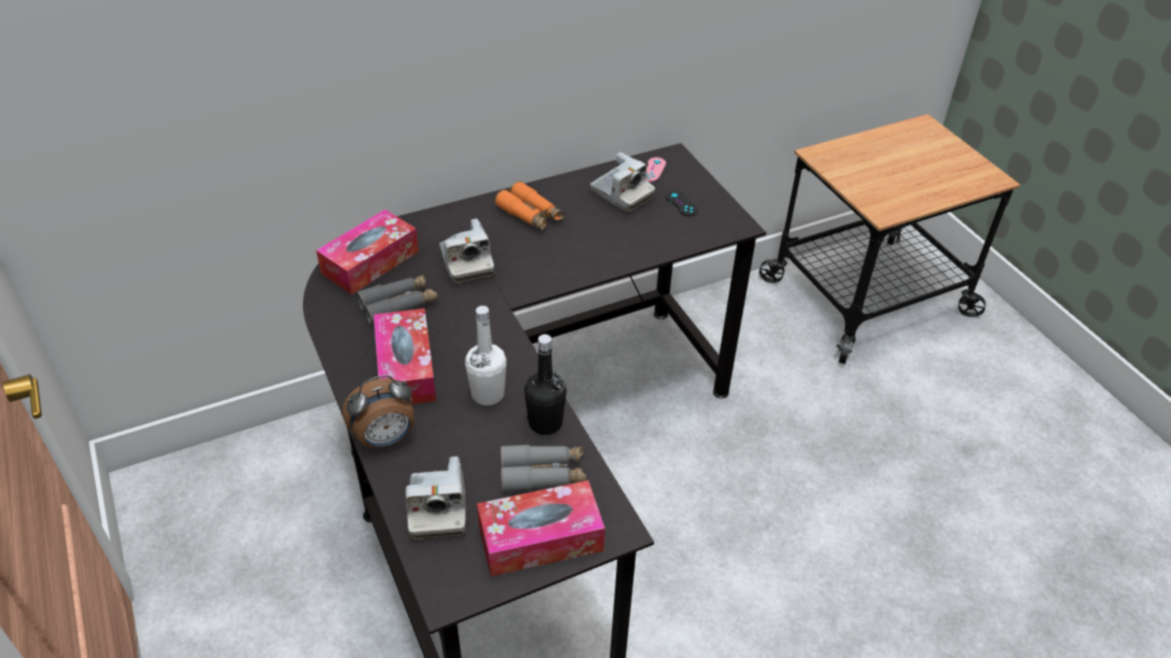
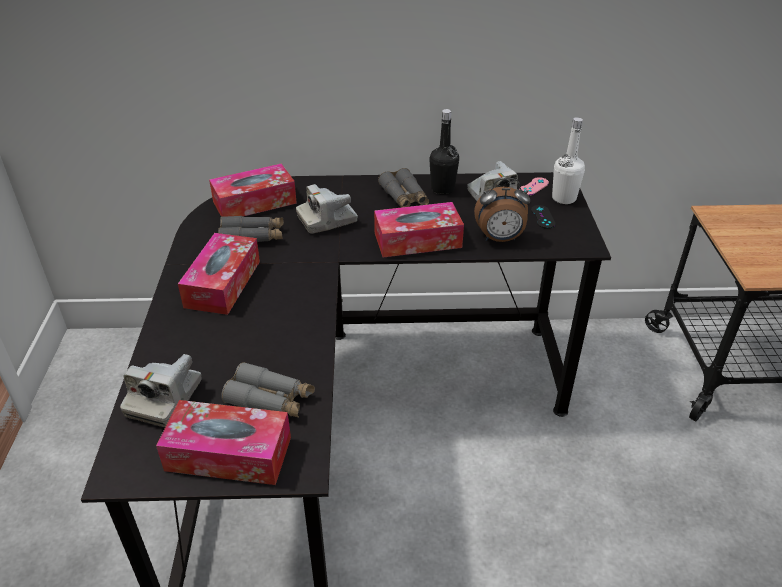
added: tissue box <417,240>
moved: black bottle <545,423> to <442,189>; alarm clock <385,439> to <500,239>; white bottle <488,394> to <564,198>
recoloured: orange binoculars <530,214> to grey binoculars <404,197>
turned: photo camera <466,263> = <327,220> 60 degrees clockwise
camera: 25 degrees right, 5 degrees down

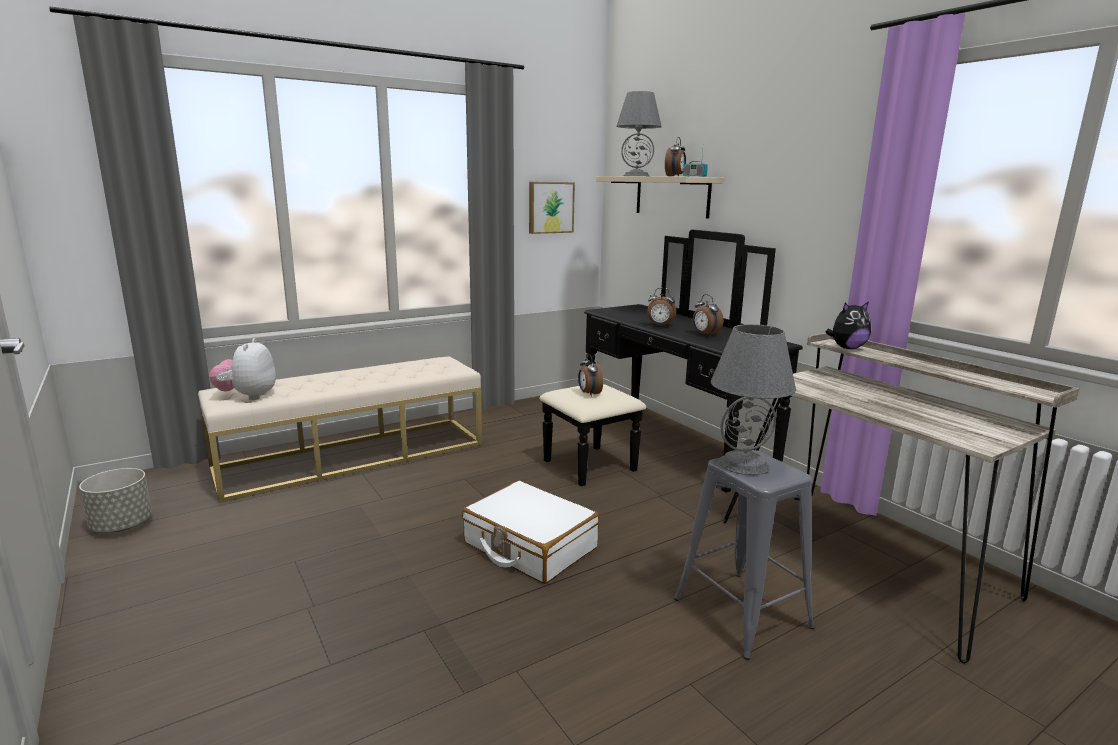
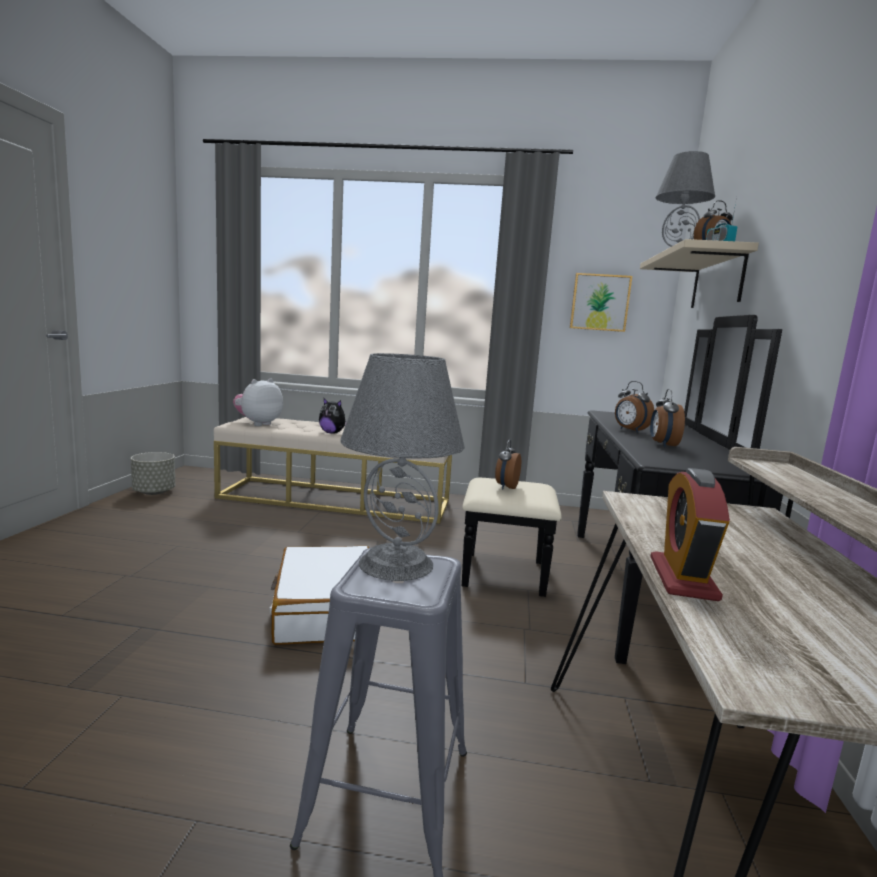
added: alarm clock <682,578>
moved: plush toy <847,348> to <332,433>
camera: 40 degrees right, 5 degrees down

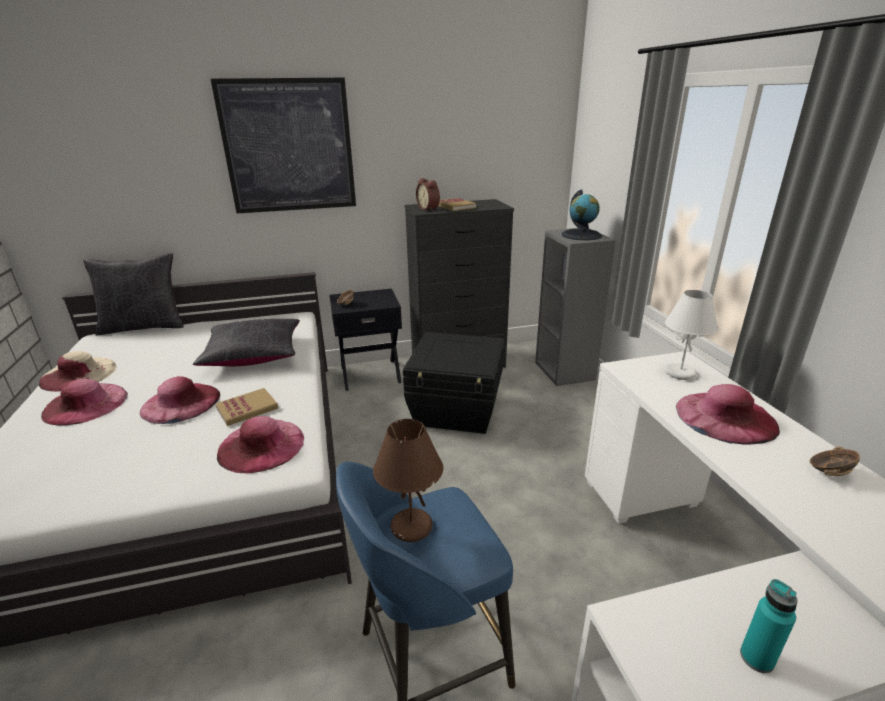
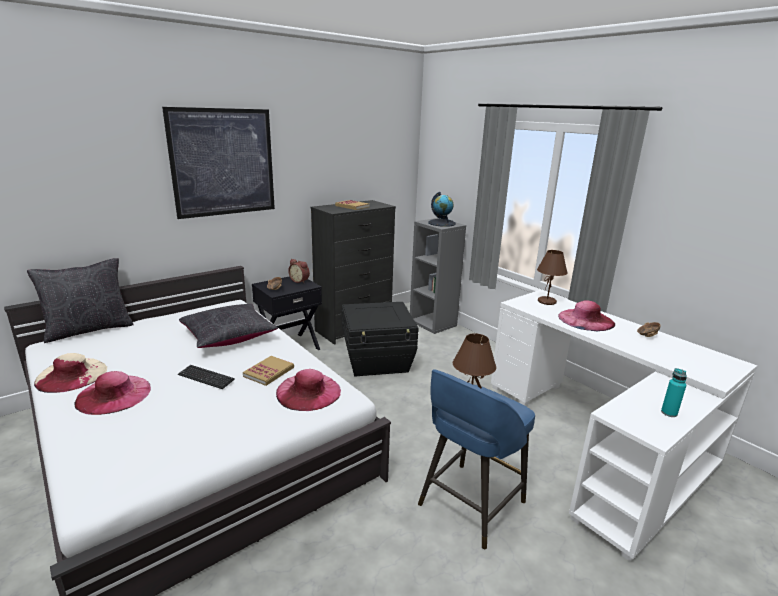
moved: alarm clock <429,209> to <300,281>
replaced: pink hat <180,402> to keyboard <206,378>
recoloured: white table lamp <680,373> to brown table lamp <547,302>
camera: 25 degrees left, 5 degrees down

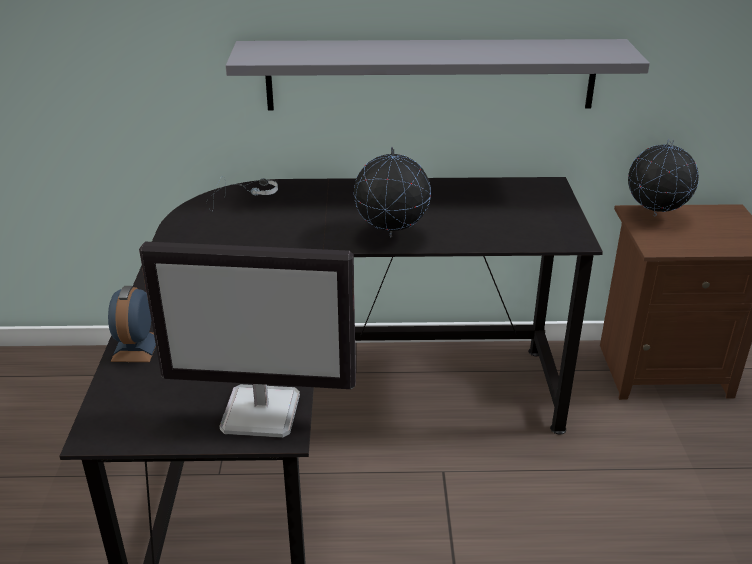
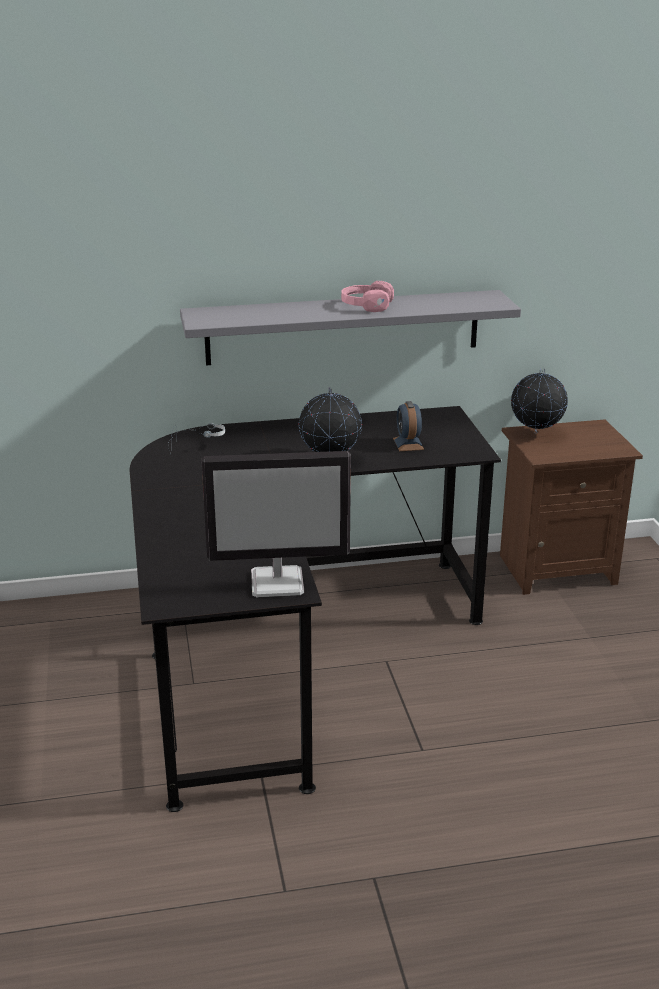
added: pink headphones <366,306>
moved: alarm clock <136,347> to <408,444>
camera: 10 degrees left, 5 degrees down

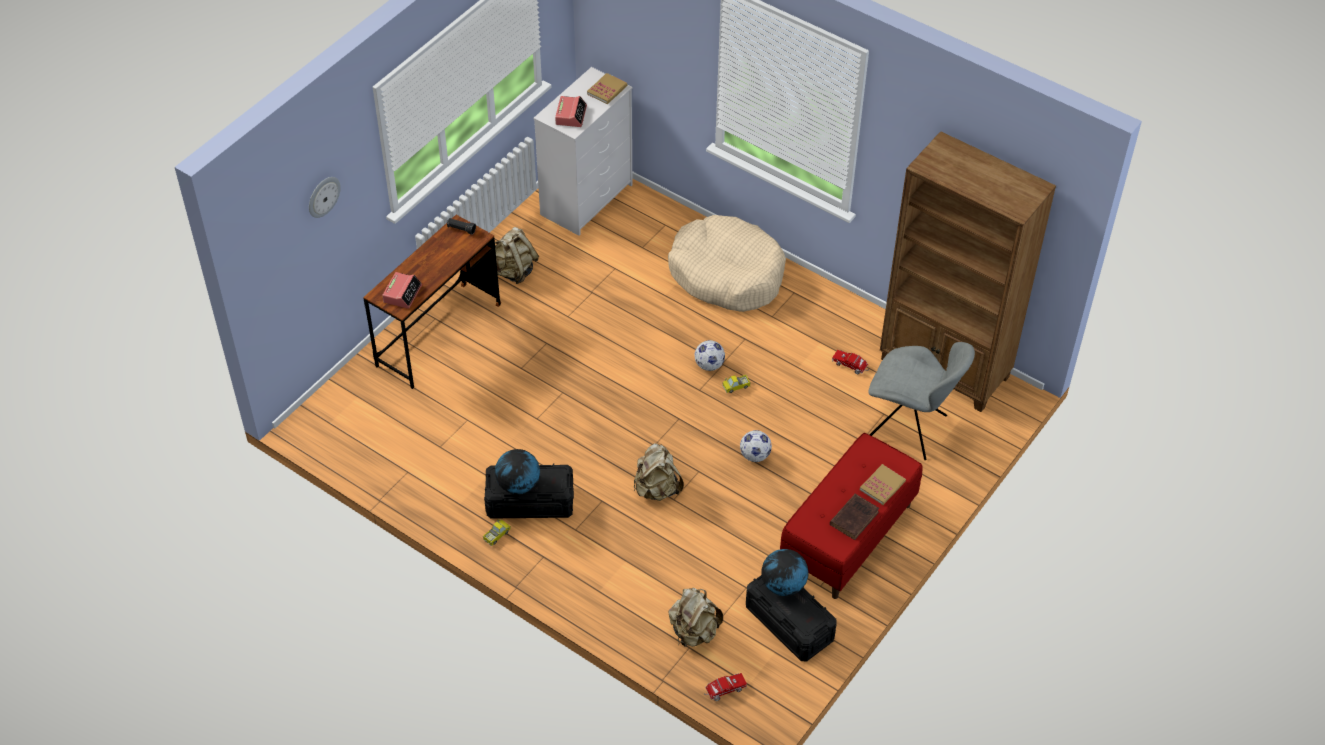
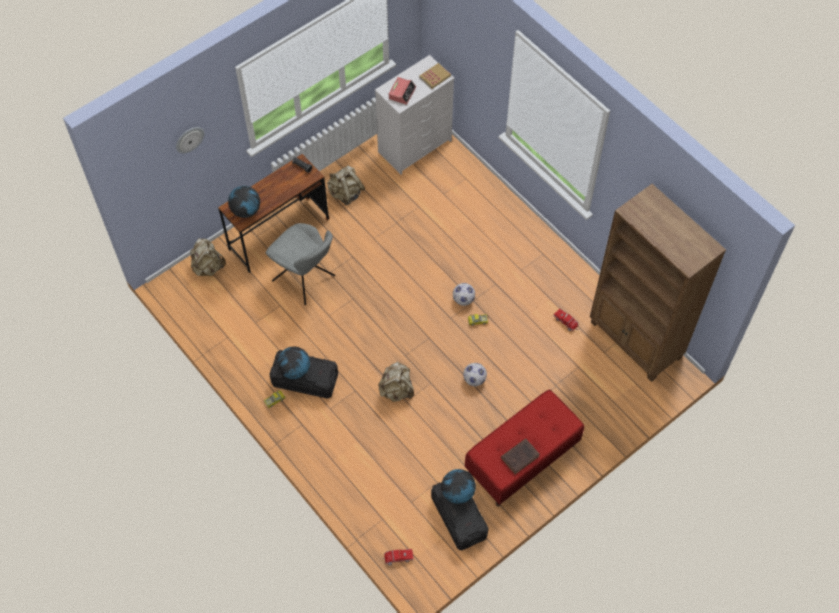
removed: beige dog bed <726,274>; book <882,486>
moved: beige backpack <694,632> to <208,267>; grey chair <909,428> to <305,279>
replaced: alarm clock <402,293> to globe <246,210>
camera: 15 degrees right, 10 degrees up

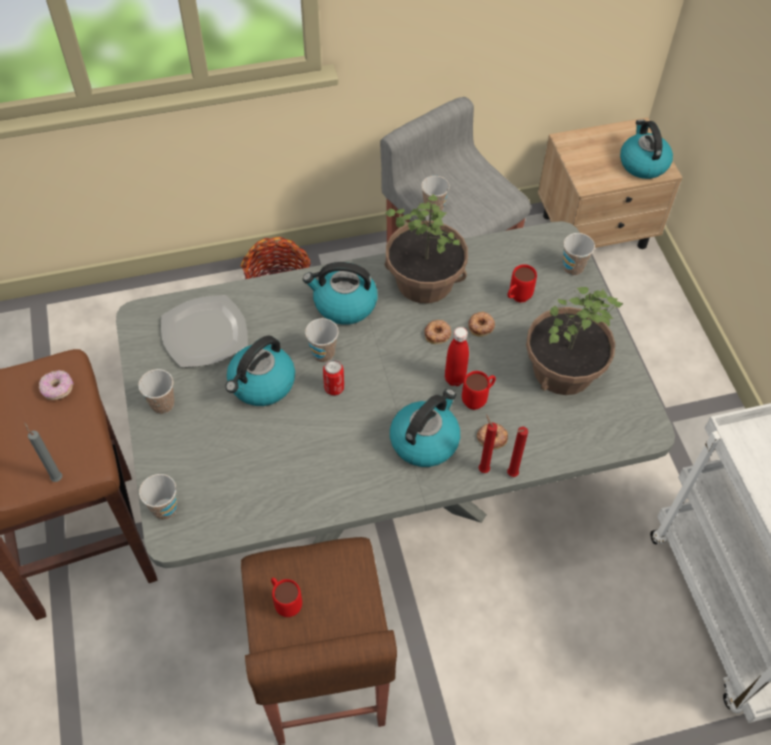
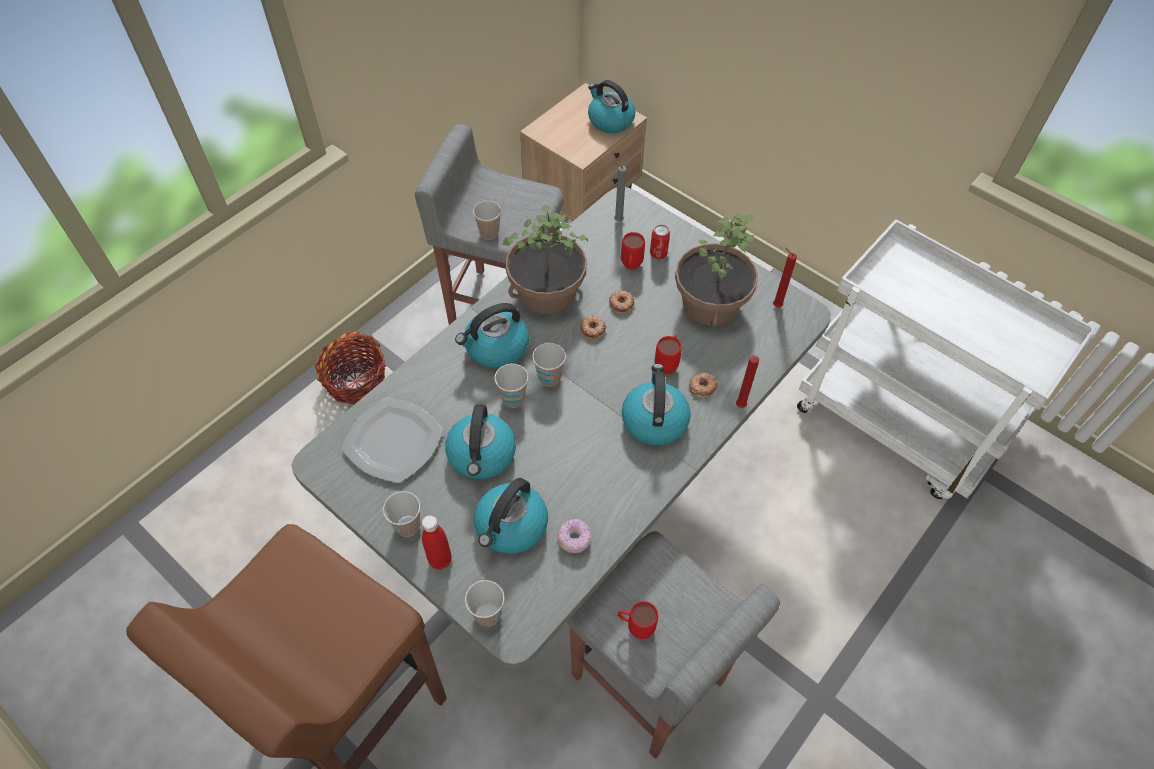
added: kettle <511,526>
moved: red bottle <454,379> to <440,560>; cup <573,267> to <549,377>; donut <58,389> to <574,539>; grey candle <56,477> to <617,220>; can <334,388> to <658,253>; red candle <482,468> to <775,305>
recoloured: brown stool <323,679> to grey stool <649,681>
camera: 35 degrees left, 0 degrees up

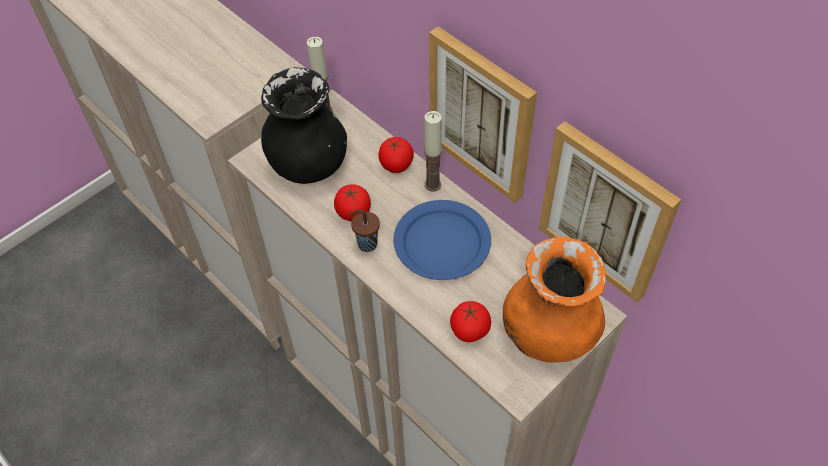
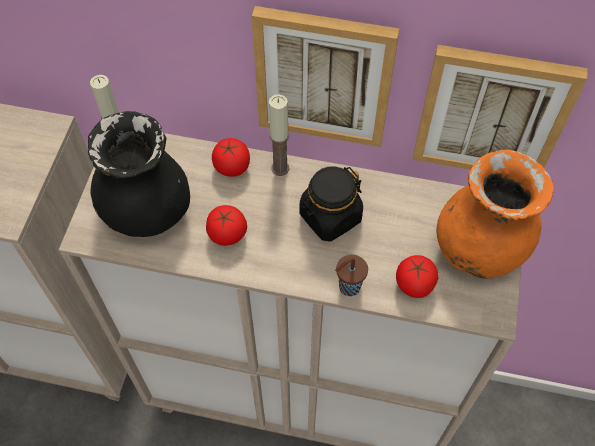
moved: brown cup <366,244> to <348,287>
replaced: blue plate <442,242> to black jar <330,217>
camera: 35 degrees left, 5 degrees up

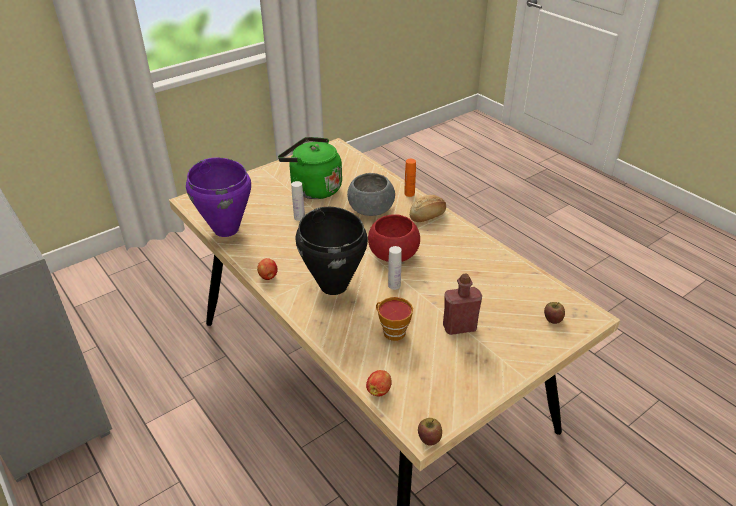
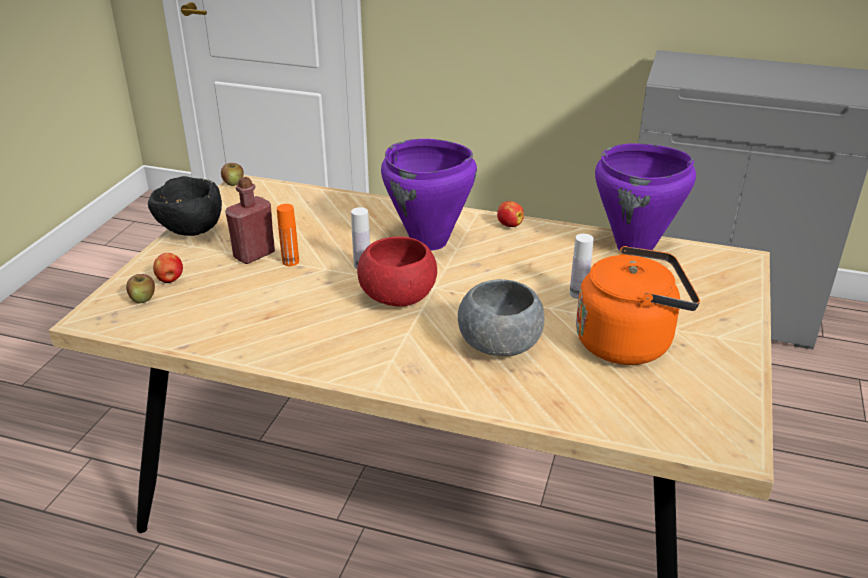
removed: cup <391,331>; bread <428,216>
added: black bowl <190,231>
moved: apple <379,390> to <170,280>; orange bottle <409,194> to <290,261>
recoloured: black cooking pot <334,285> to purple cooking pot <429,242>; green kettle <313,188> to orange kettle <629,342>
camera: 145 degrees right, 5 degrees down

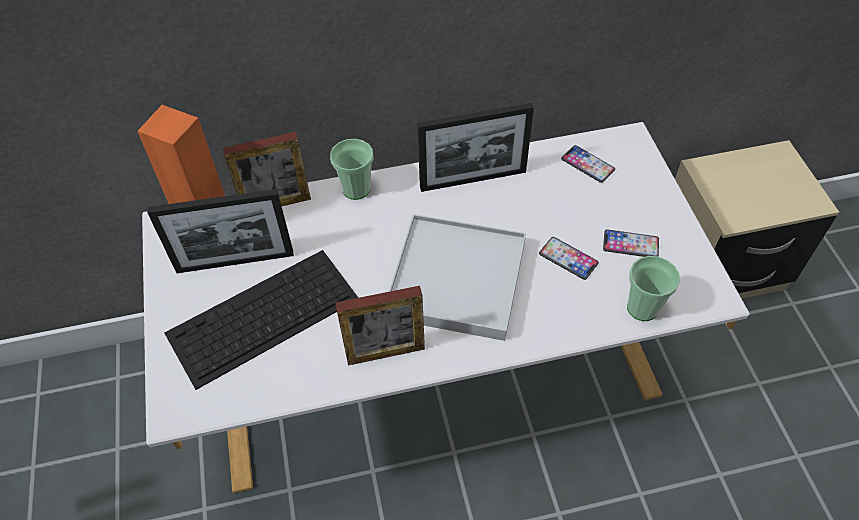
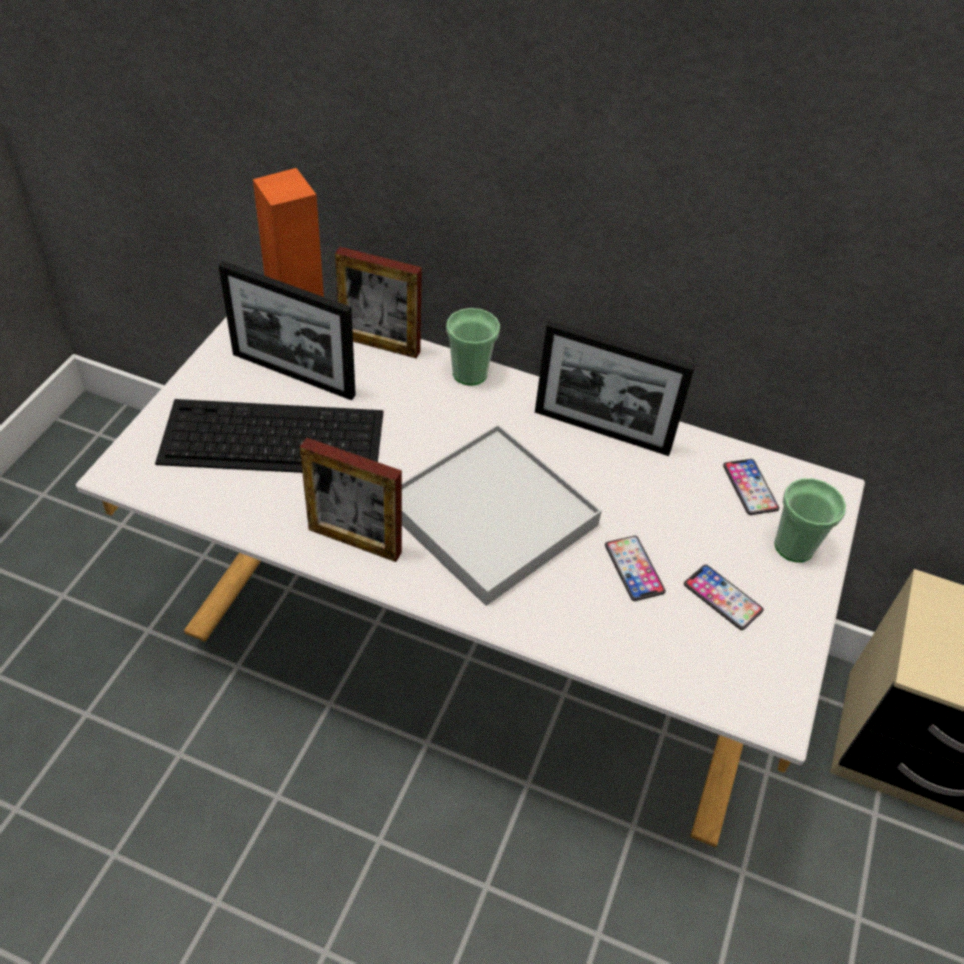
moved: cup <642,308> to <794,546>
camera: 30 degrees right, 5 degrees down

